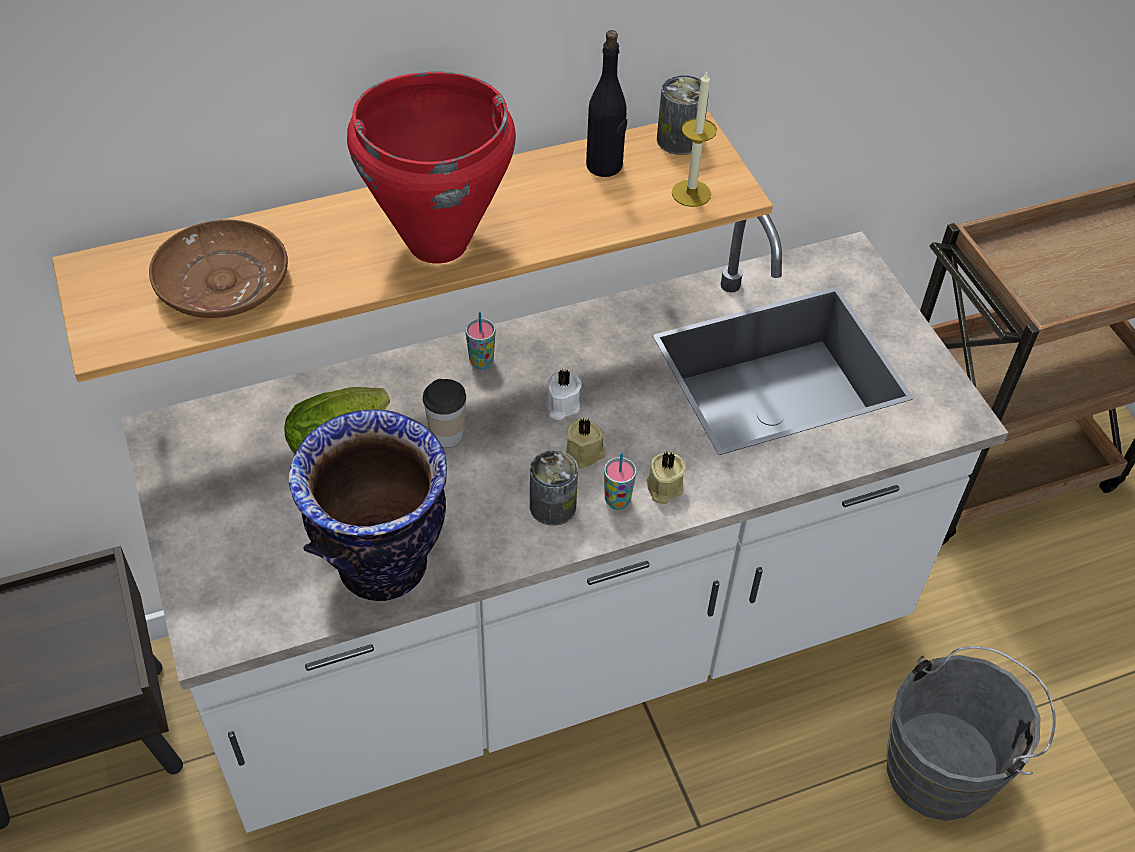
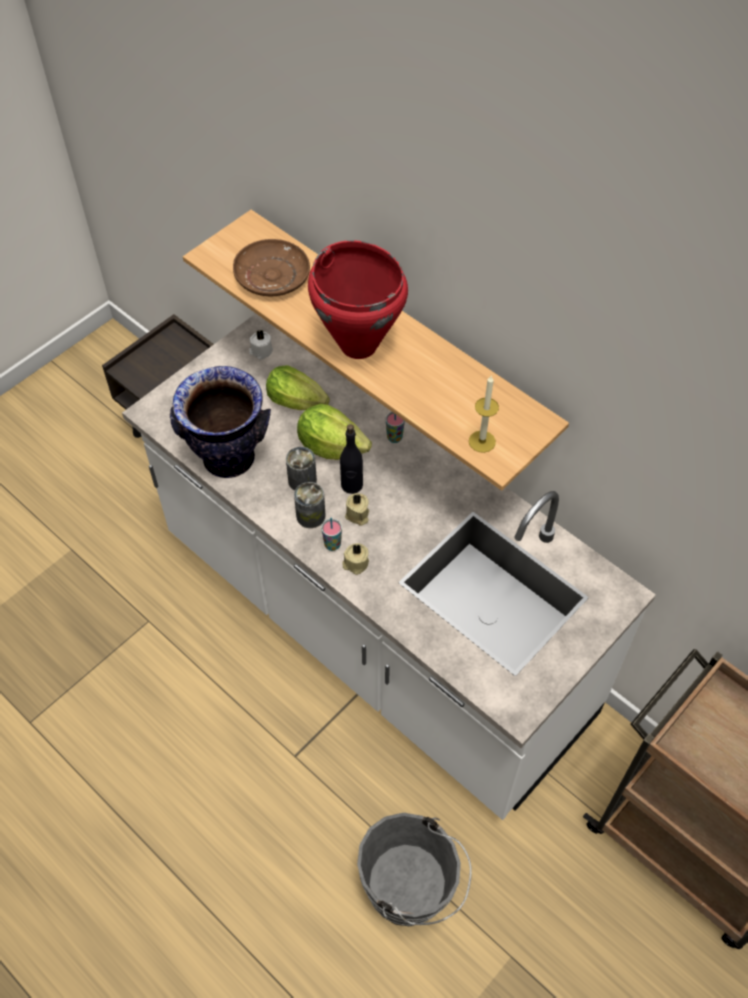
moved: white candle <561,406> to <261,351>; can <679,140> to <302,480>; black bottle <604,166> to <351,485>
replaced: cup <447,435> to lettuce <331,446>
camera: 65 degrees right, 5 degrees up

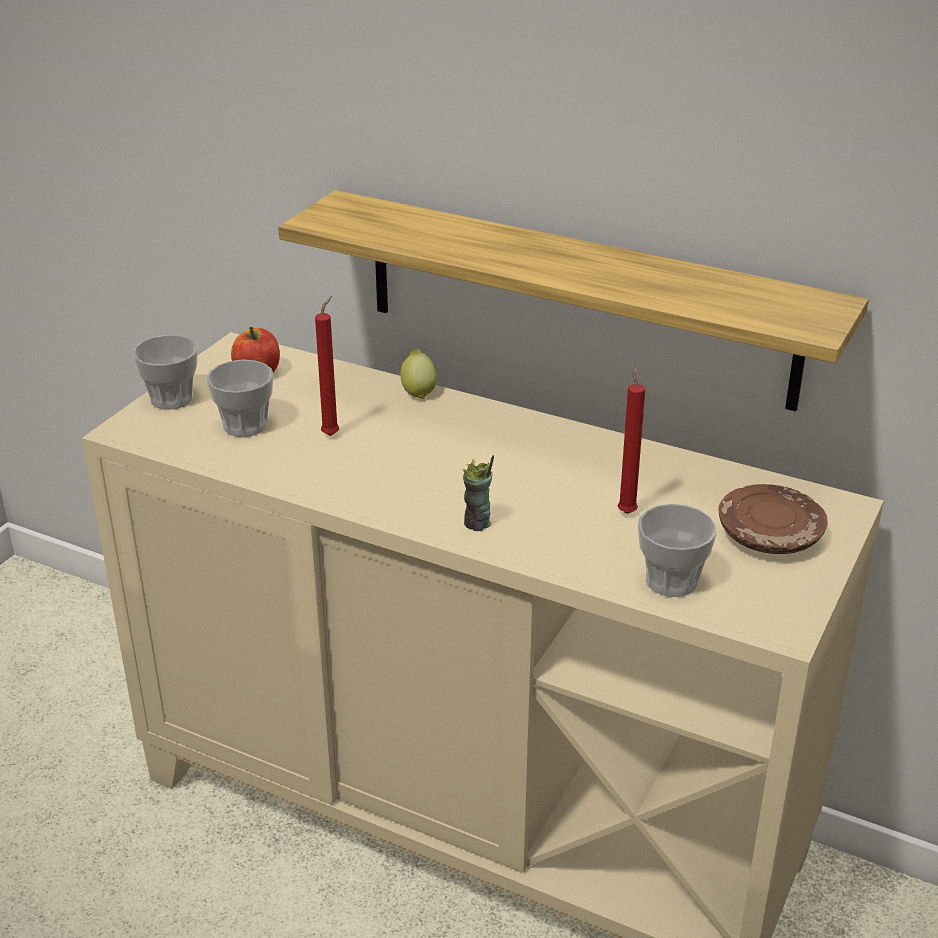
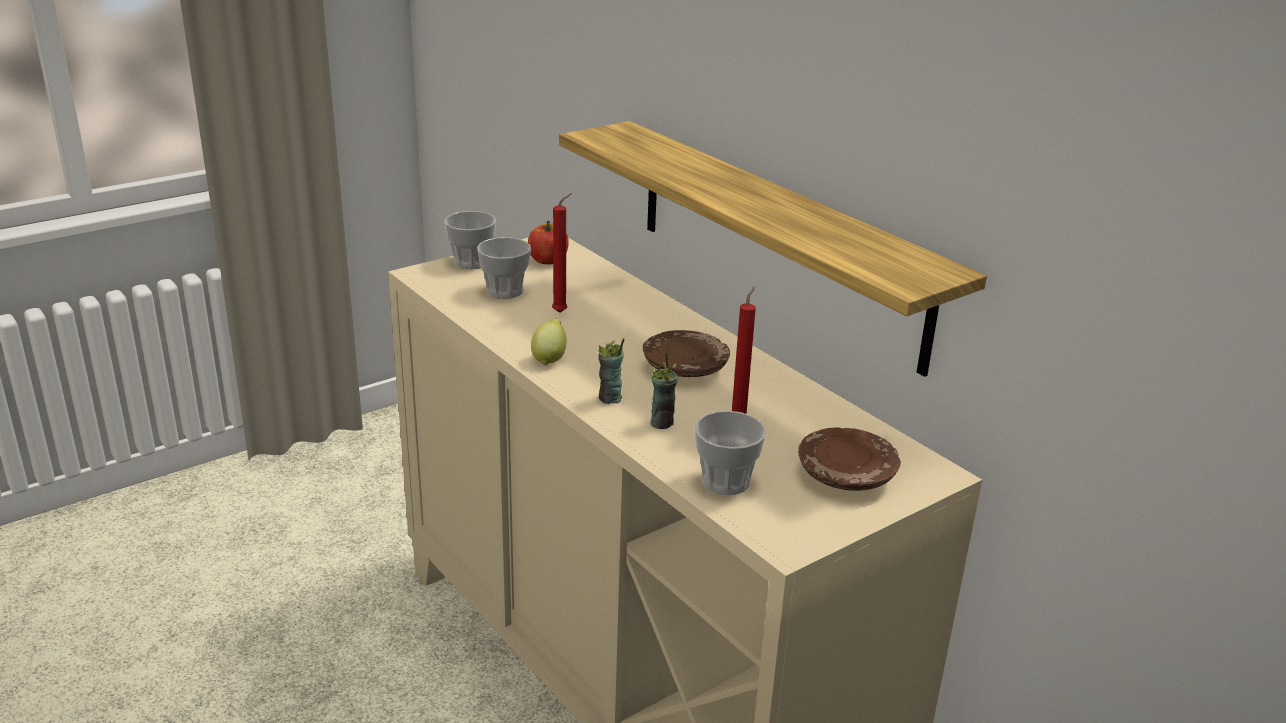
added: brown plate <685,367>; cup <662,423>
moved: lemon <418,391> to <549,359>
camera: 25 degrees right, 5 degrees down

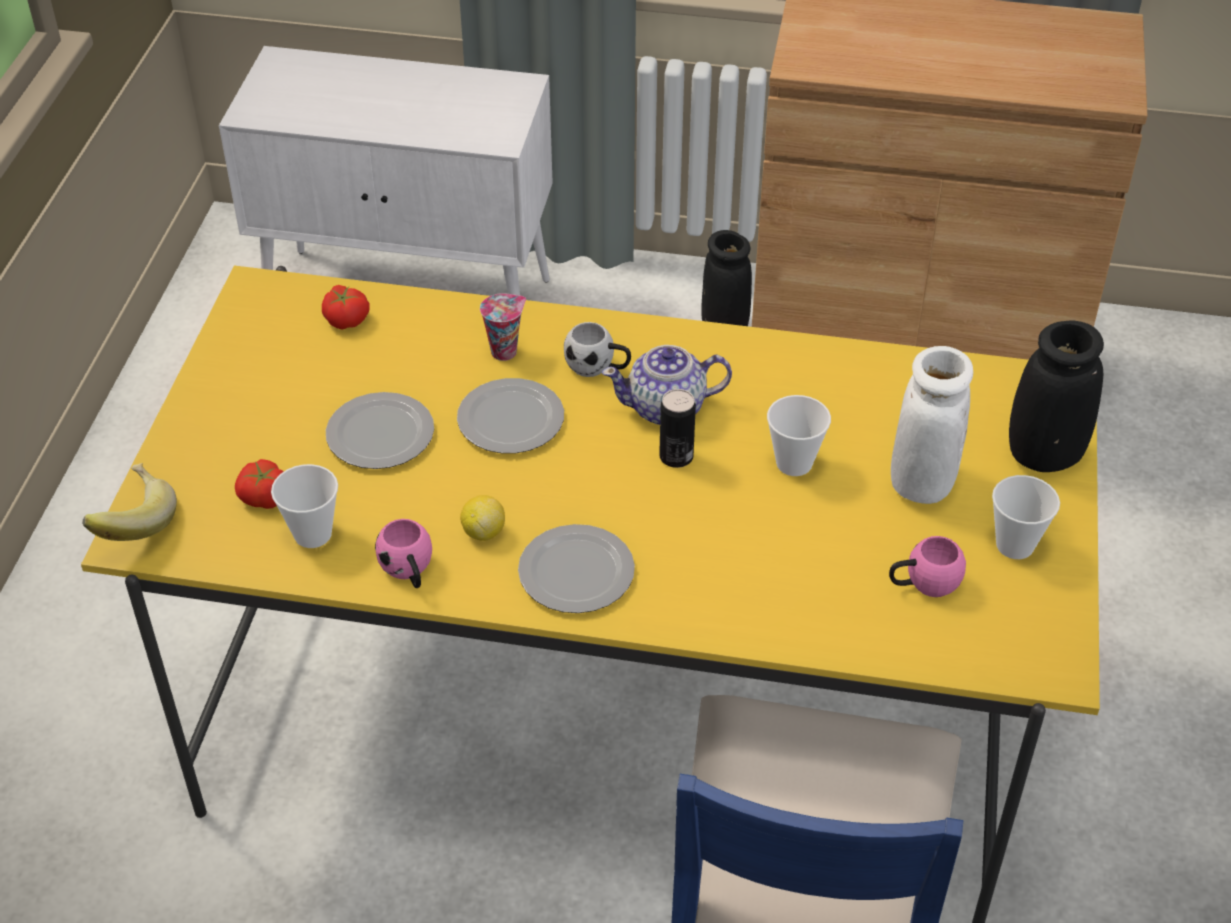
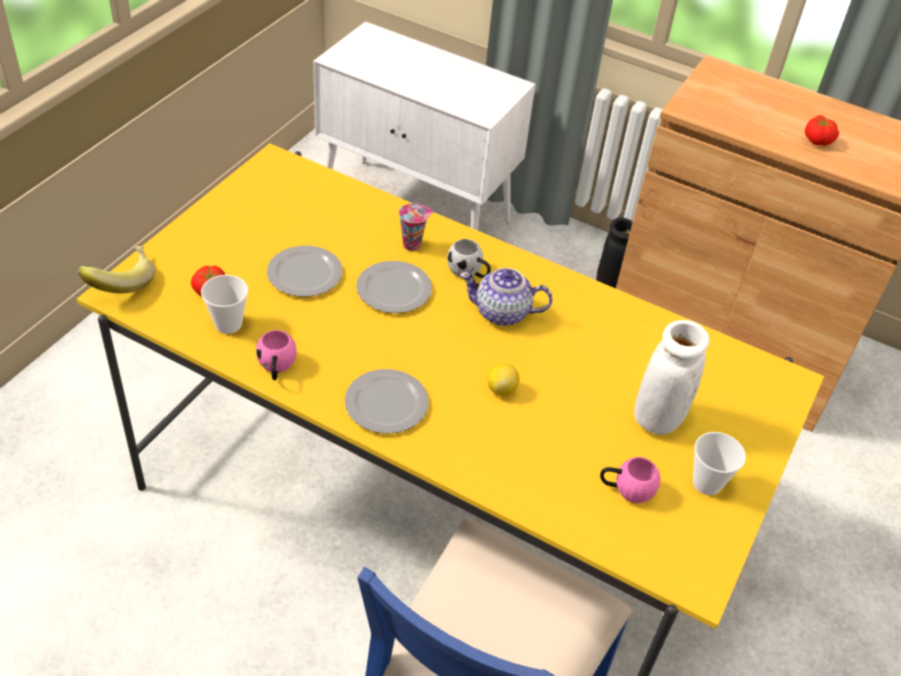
removed: can <676,457>; cup <794,463>; black vase <1044,455>
moved: lemon <483,532> to <501,389>; tomato <347,319> to <818,140>
camera: 15 degrees right, 0 degrees up

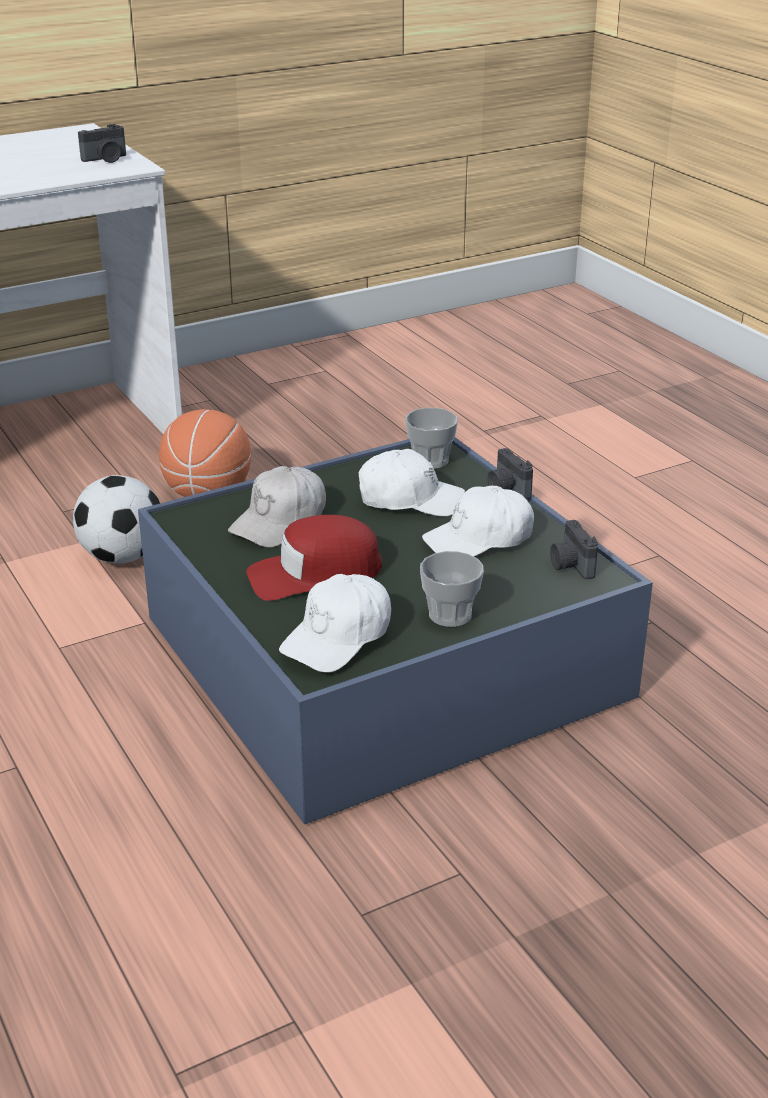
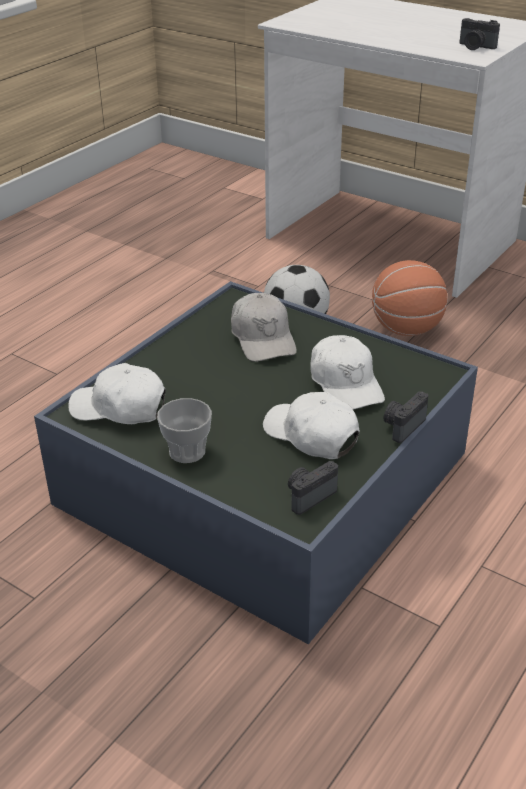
removed: red cap <314,573>; cup <430,460>
turned: white cap <280,521> = <263,338> 120 degrees counterclockwise
camera: 65 degrees right, 5 degrees up

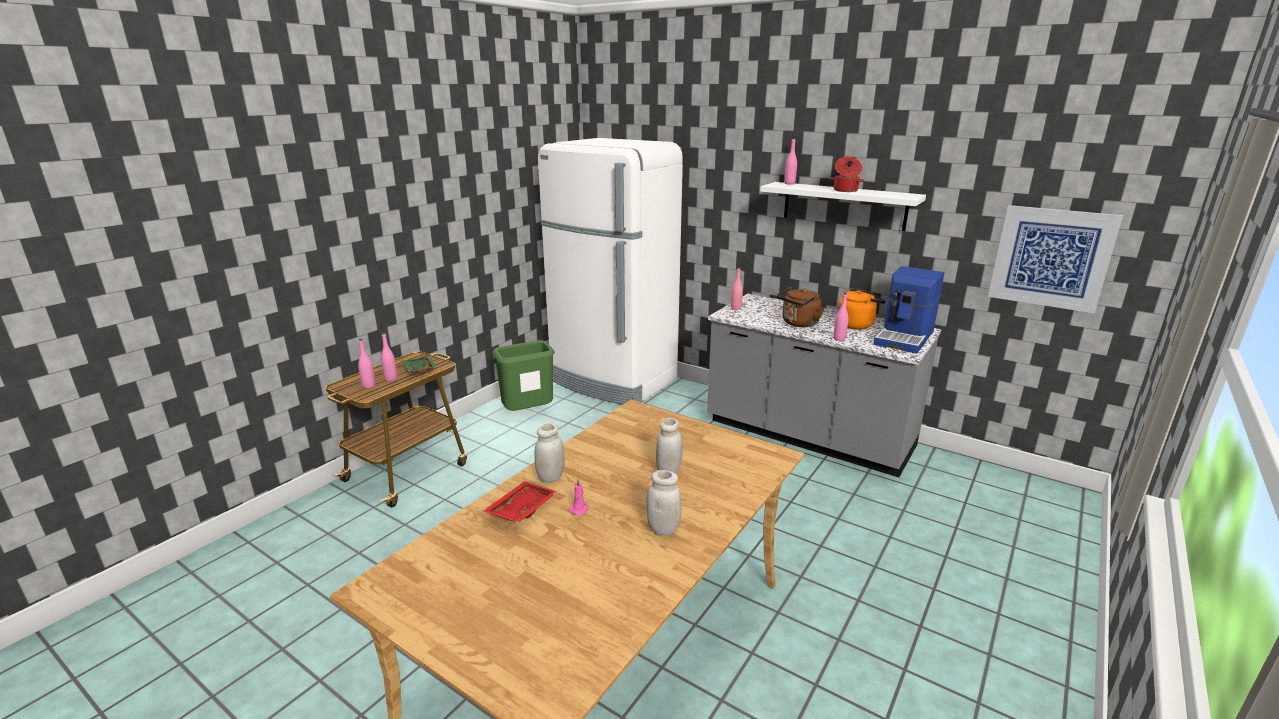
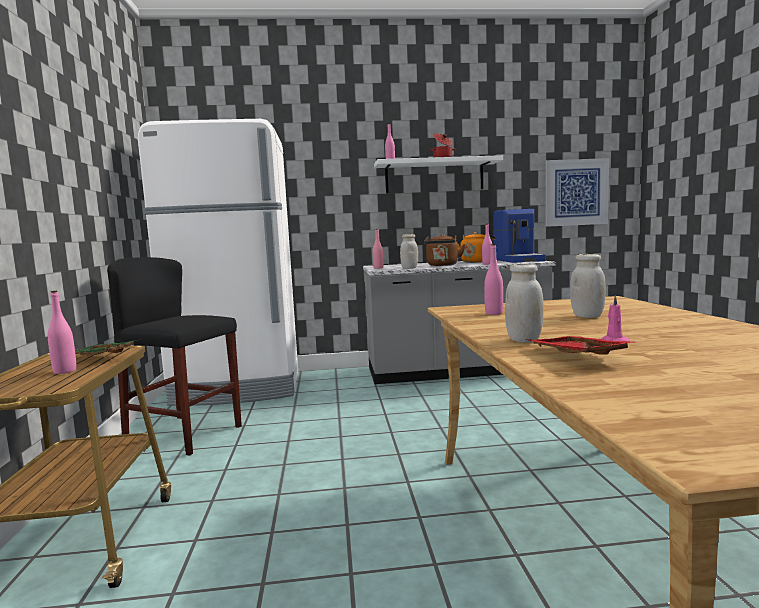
moved: white jar <663,529> to <409,268>; pink bottle <369,386> to <494,313>
replaced: green trash can <528,414> to black stool <184,434>
camera: 40 degrees left, 15 degrees down

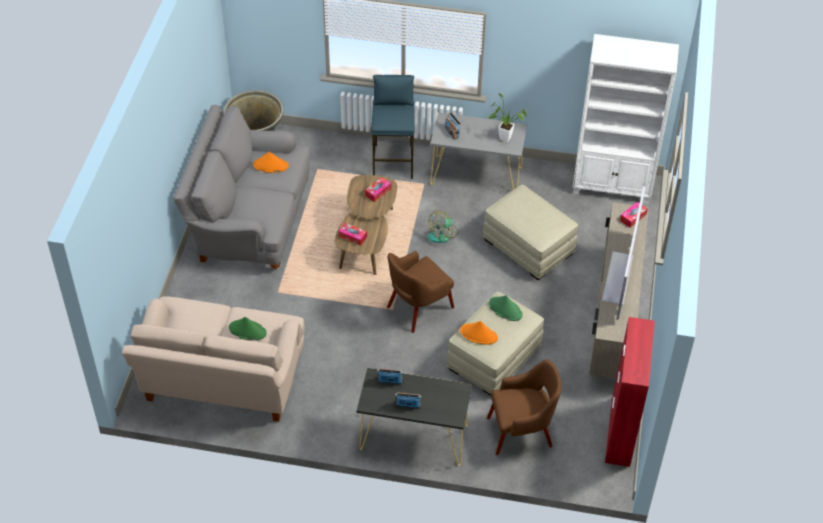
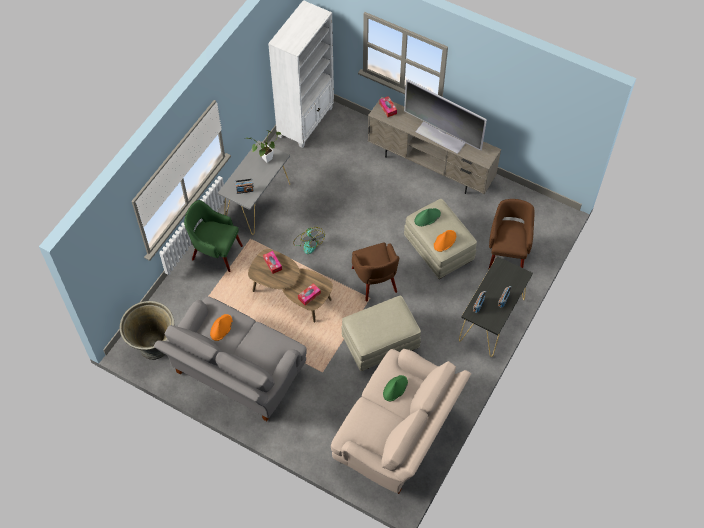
removed: red cabinet <620,432>
moved: beige ottoman <528,247> to <380,342>
replaced: blue stool <393,161> to green armchair <215,252>
camera: 70 degrees left, 10 degrees up

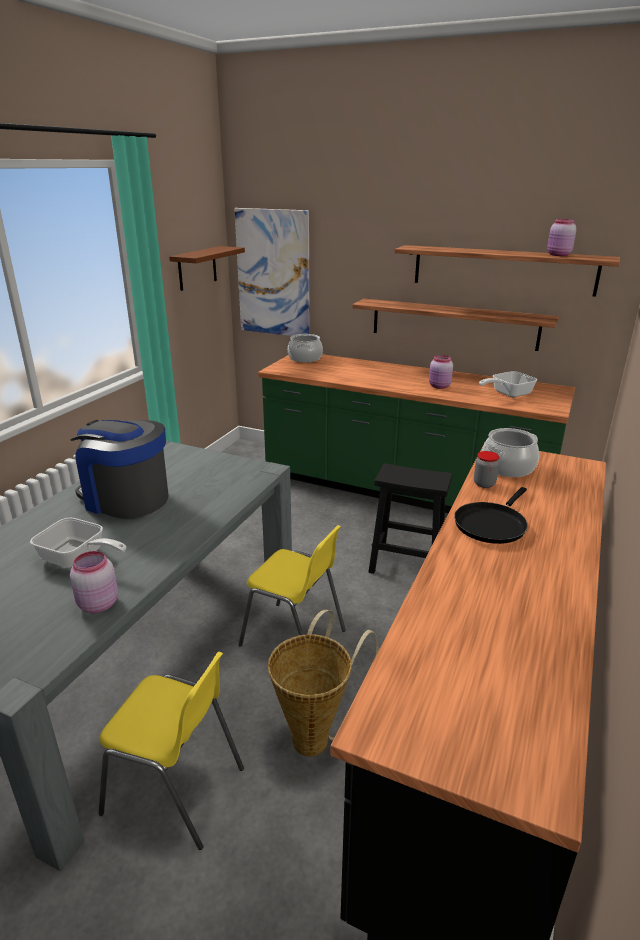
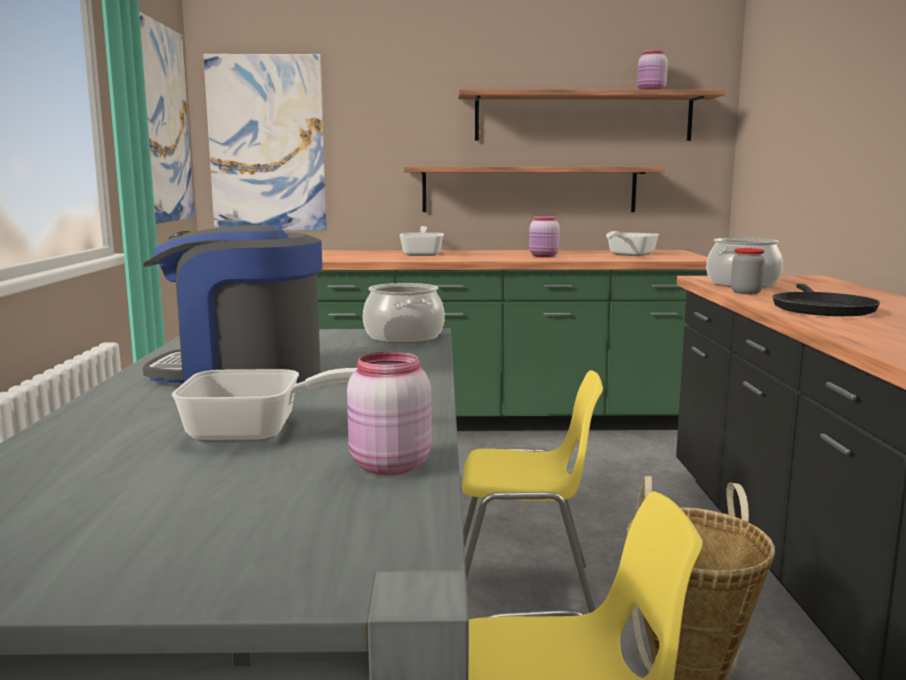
removed: black stool <405,564>
added: frying pan <423,254>
moved: cooking pot <305,358> to <404,336>
replaced: brown shelf <197,268> to picture <164,124>
camera: 25 degrees left, 15 degrees down

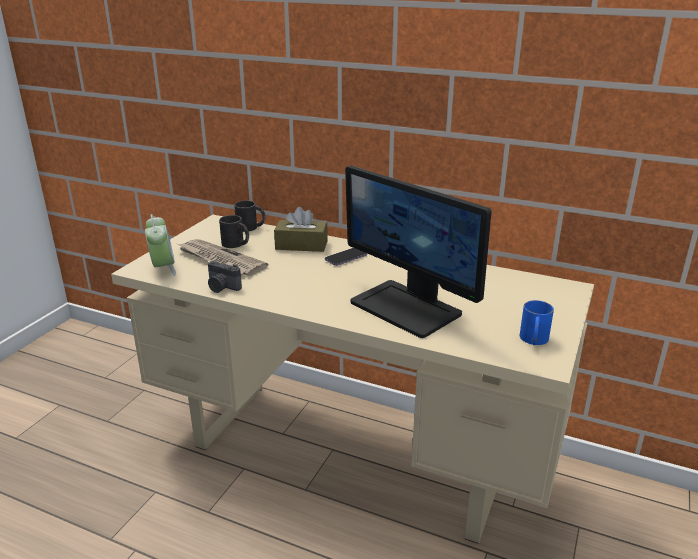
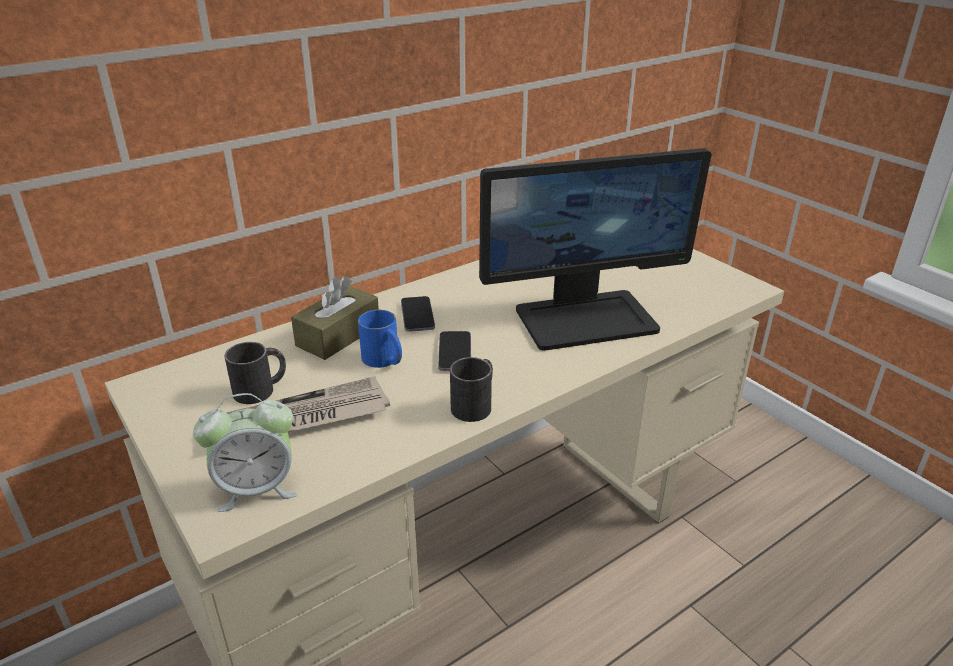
removed: photo camera <222,288>
added: phone <455,353>
moved: blue mug <533,340> to <385,360>; black mug <251,227> to <475,404>
turned: alarm clock <163,268> = <257,489> 150 degrees clockwise
camera: 60 degrees left, 5 degrees up

